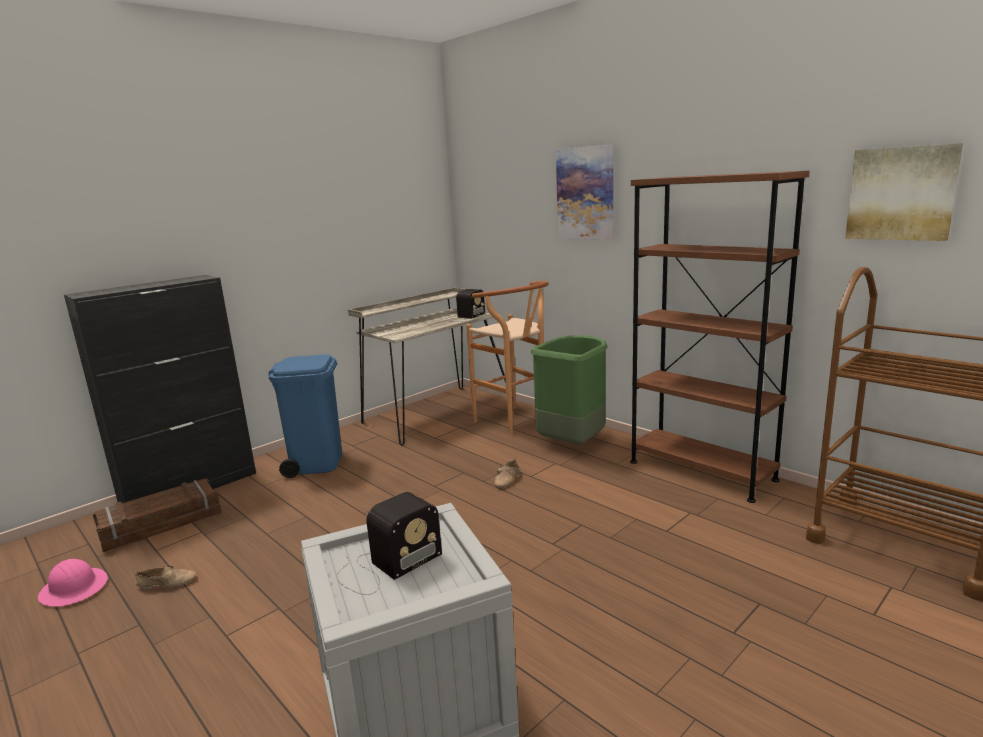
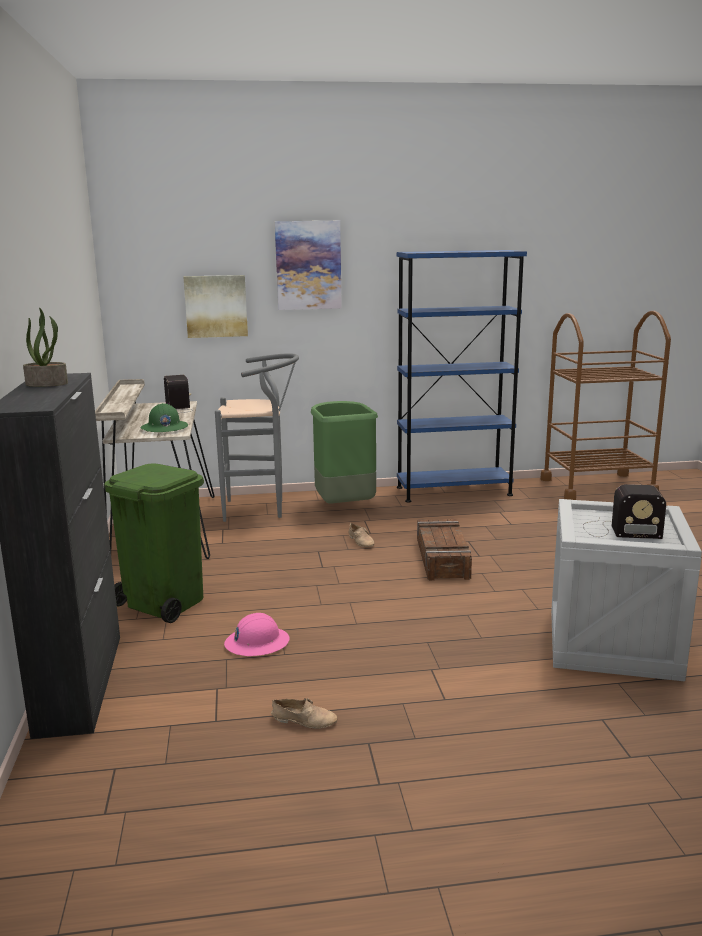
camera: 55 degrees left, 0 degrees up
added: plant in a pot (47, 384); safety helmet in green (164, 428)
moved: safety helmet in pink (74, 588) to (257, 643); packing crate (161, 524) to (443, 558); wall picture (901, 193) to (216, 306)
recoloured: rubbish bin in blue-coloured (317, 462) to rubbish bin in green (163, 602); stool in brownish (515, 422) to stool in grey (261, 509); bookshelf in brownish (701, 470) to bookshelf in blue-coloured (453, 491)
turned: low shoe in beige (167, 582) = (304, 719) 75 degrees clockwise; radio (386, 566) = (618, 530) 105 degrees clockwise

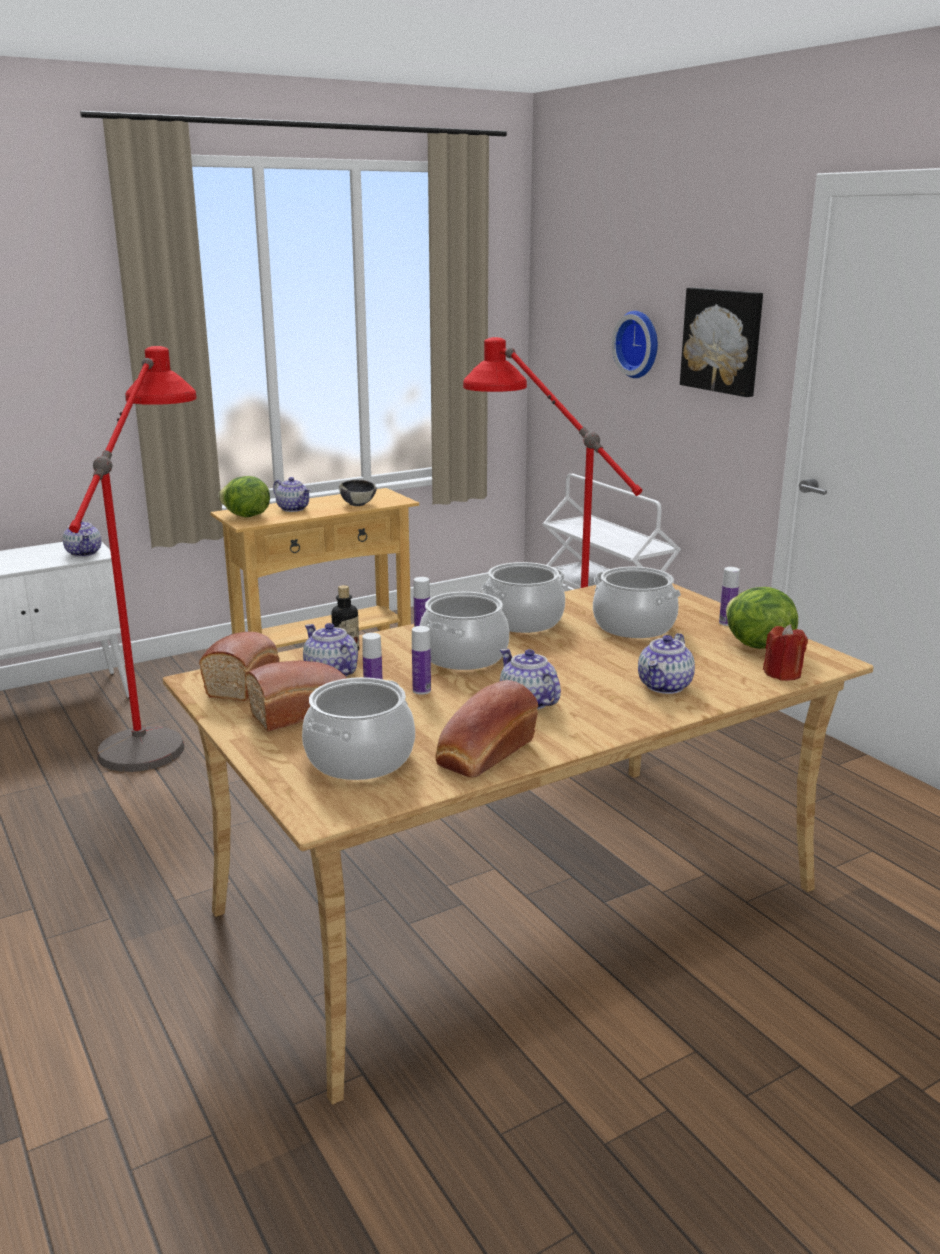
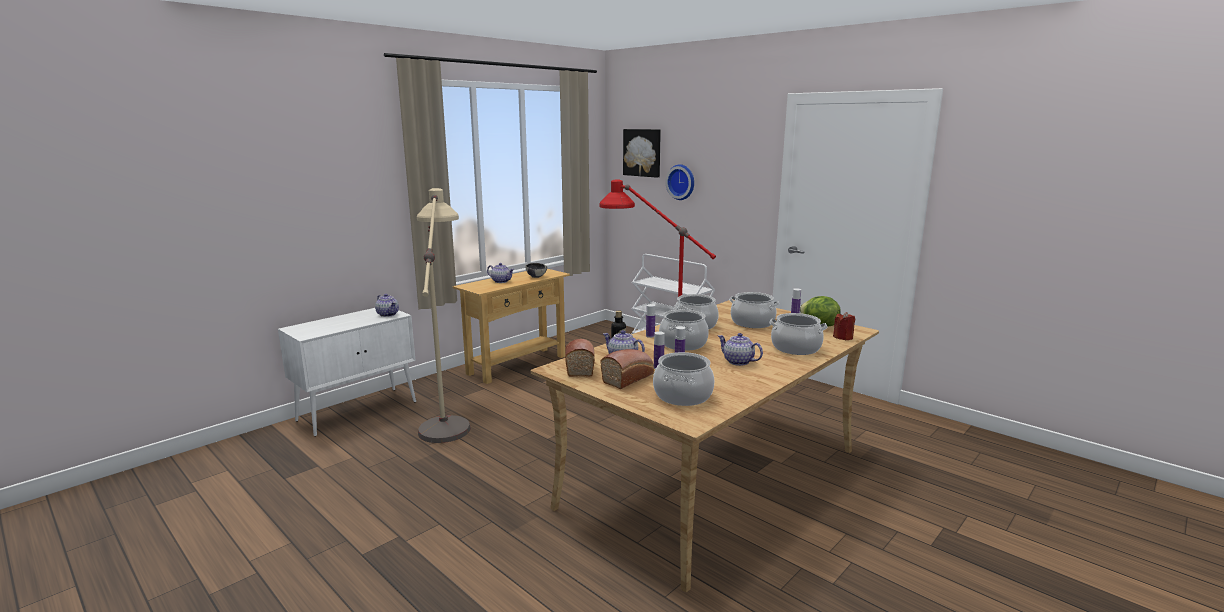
camera: 15 degrees left, 5 degrees down
removed: lettuce head (246, 516); bread (484, 754)
moved: wall picture (723, 340) to (642, 152)
replaced: tea pot (665, 686) to cooking pot (796, 348)
recoloured: standing lamp in red (163, 724) to standing lamp in beige (447, 414)

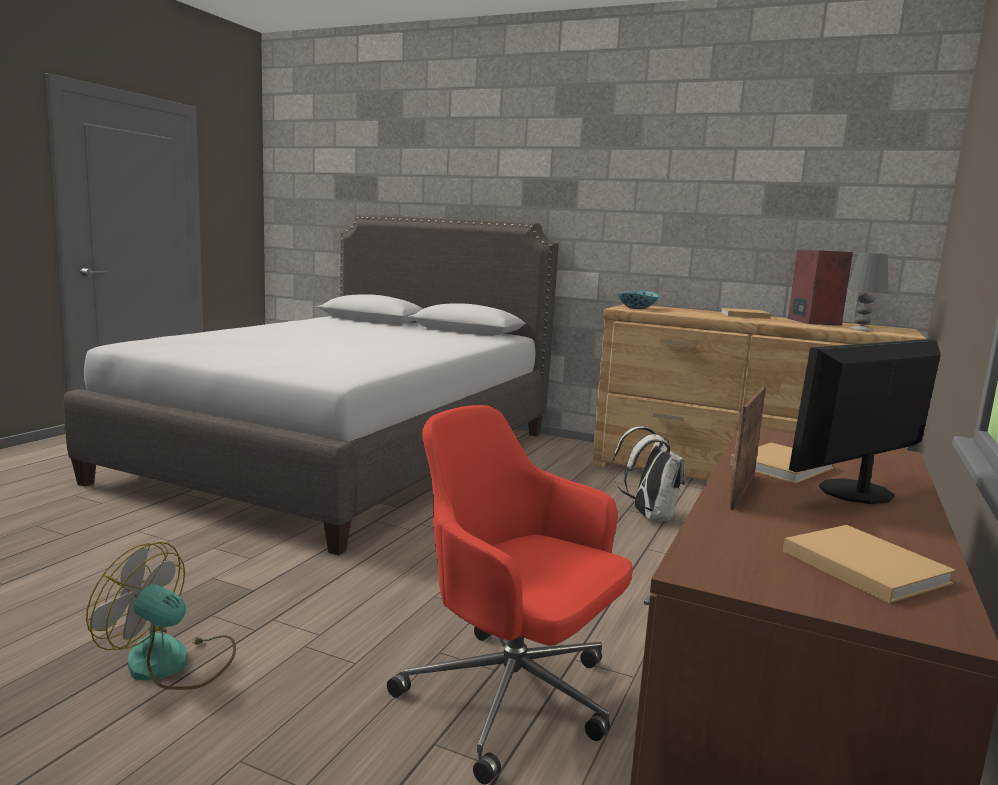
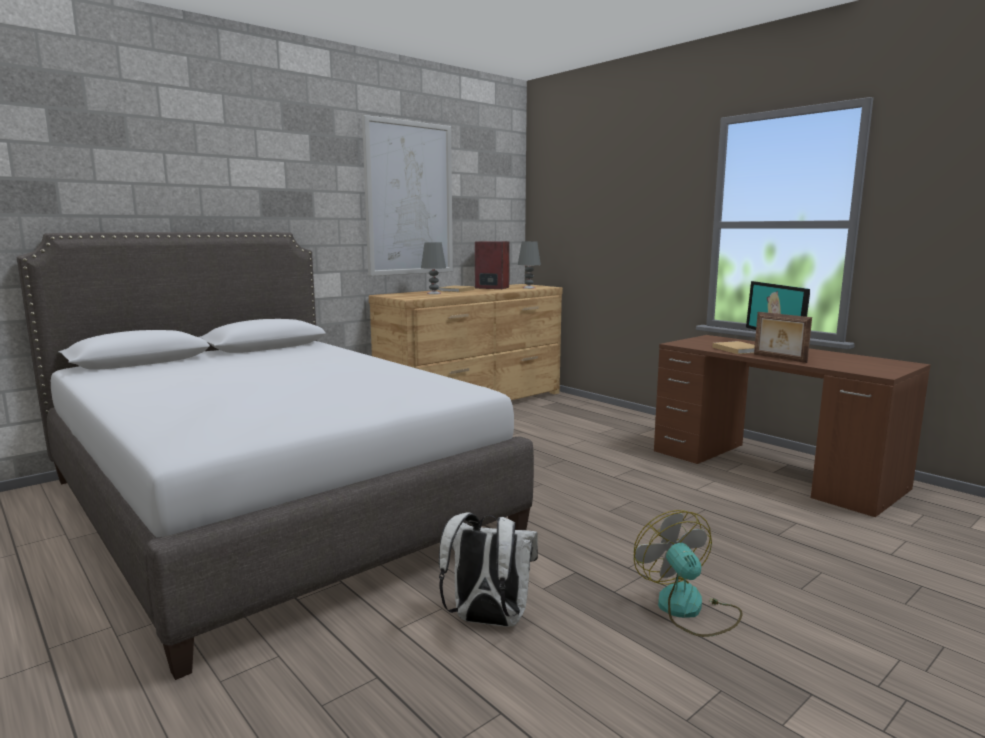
camera: 65 degrees left, 0 degrees up
removed: office chair in red (513, 699); serving bowl (636, 308); book in beige (860, 565)
added: wall picture (409, 199); table lamp in grey (433, 293)
moved: knapsack in white (648, 515) to (487, 621)
turned: electric fan (171, 663) = (688, 609) 120 degrees clockwise

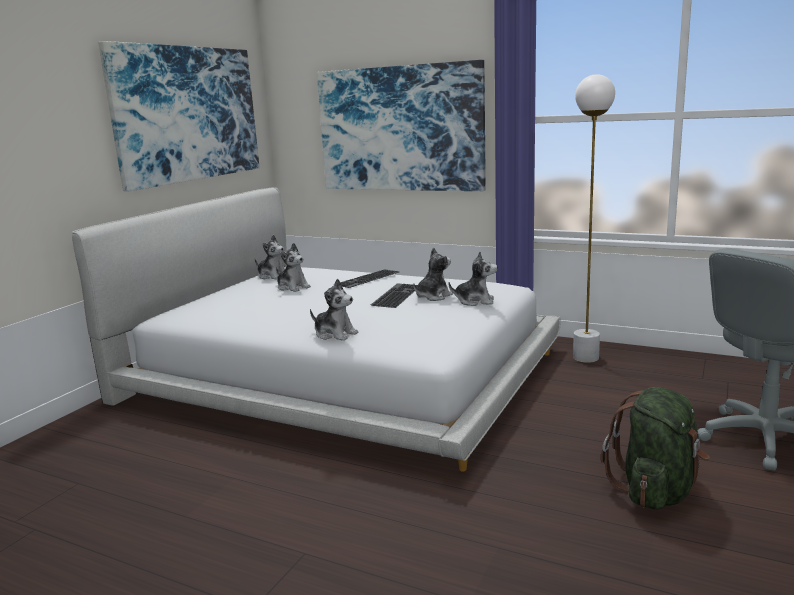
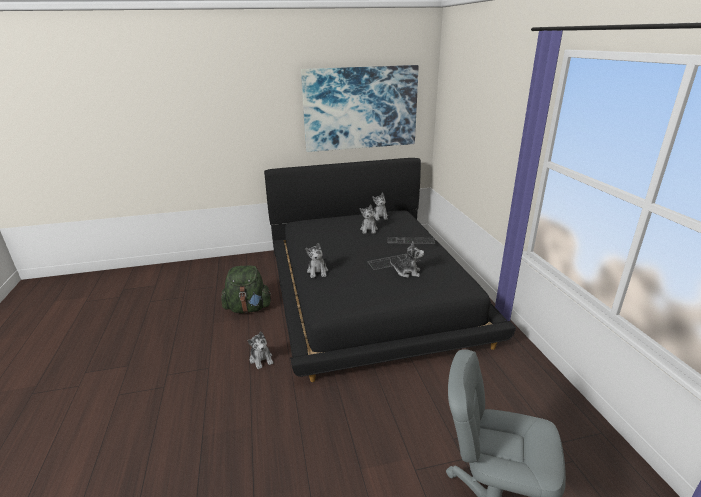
camera: 50 degrees right, 10 degrees up
removed: wall picture (400, 129); standing lamp in white (586, 358)
moved: soft toy (475, 301) to (261, 359); knapsack in green (656, 491) to (248, 308)
recoloured: sleeping bed in white (341, 374) to sleeping bed in black (369, 291)

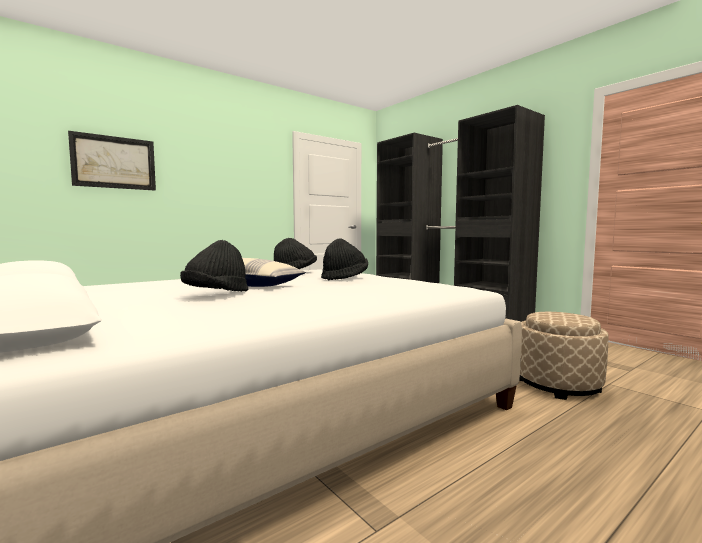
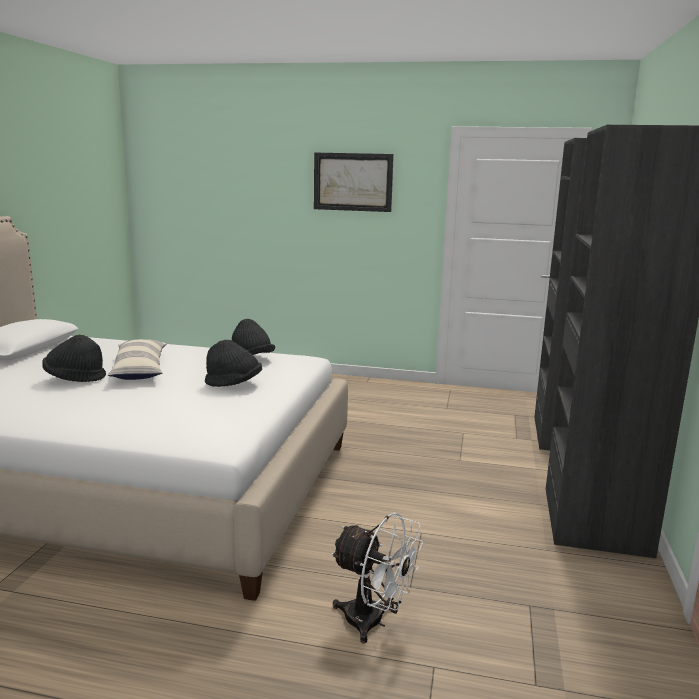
camera: 50 degrees right, 10 degrees up
moved: wall picture (114, 162) to (353, 182)
replaced: pouffe in beige (558, 385) to electric fan in white (373, 622)

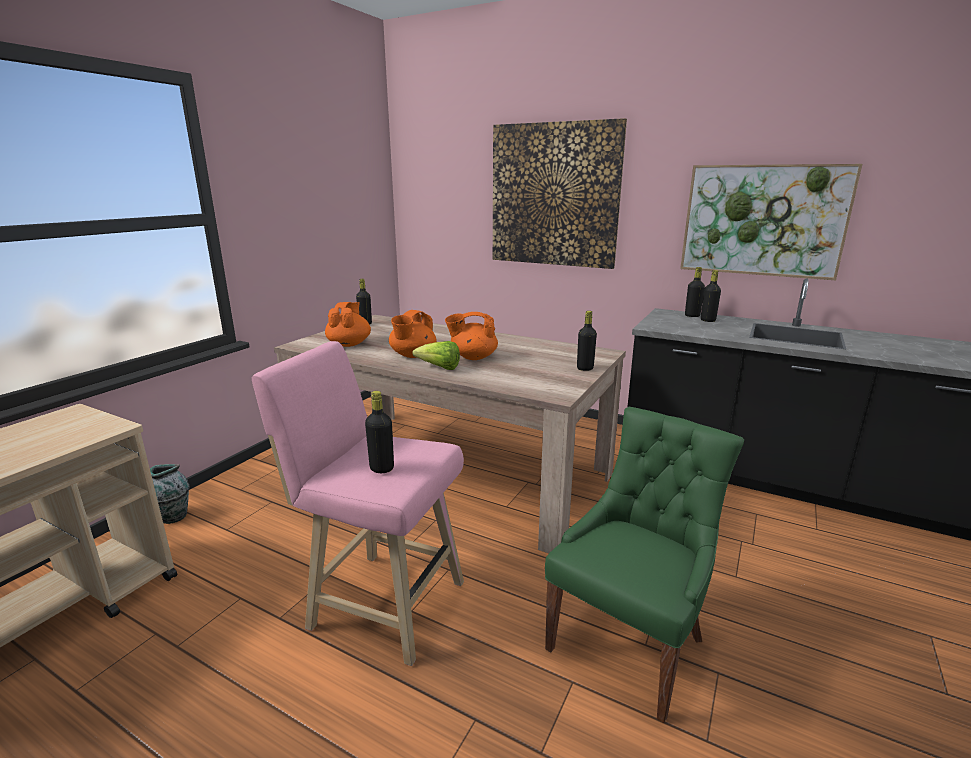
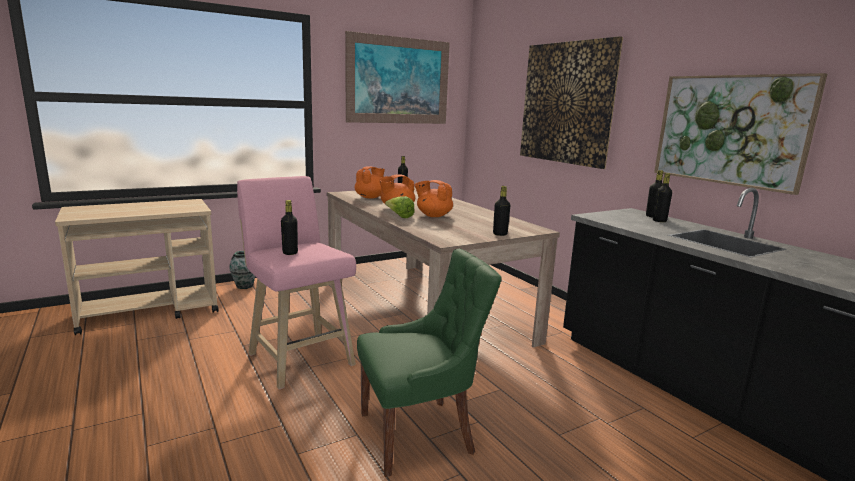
camera: 30 degrees right, 5 degrees down
added: wall picture (398, 81)

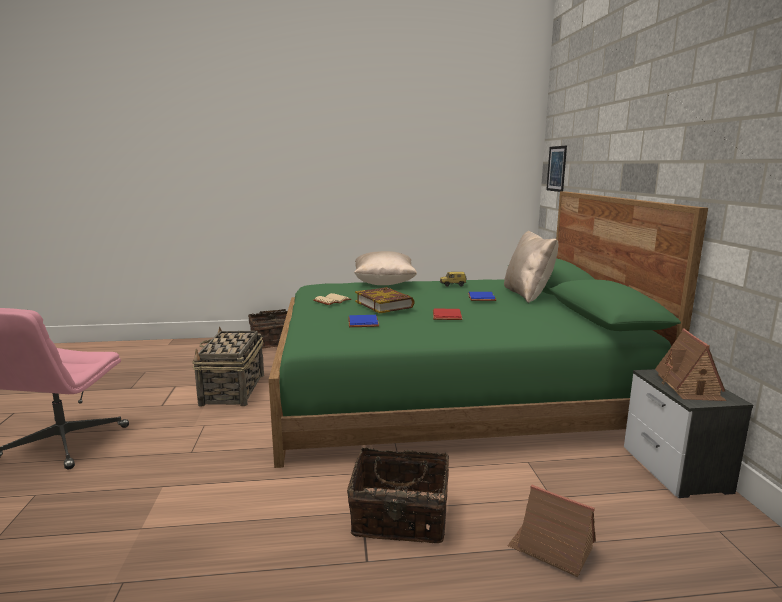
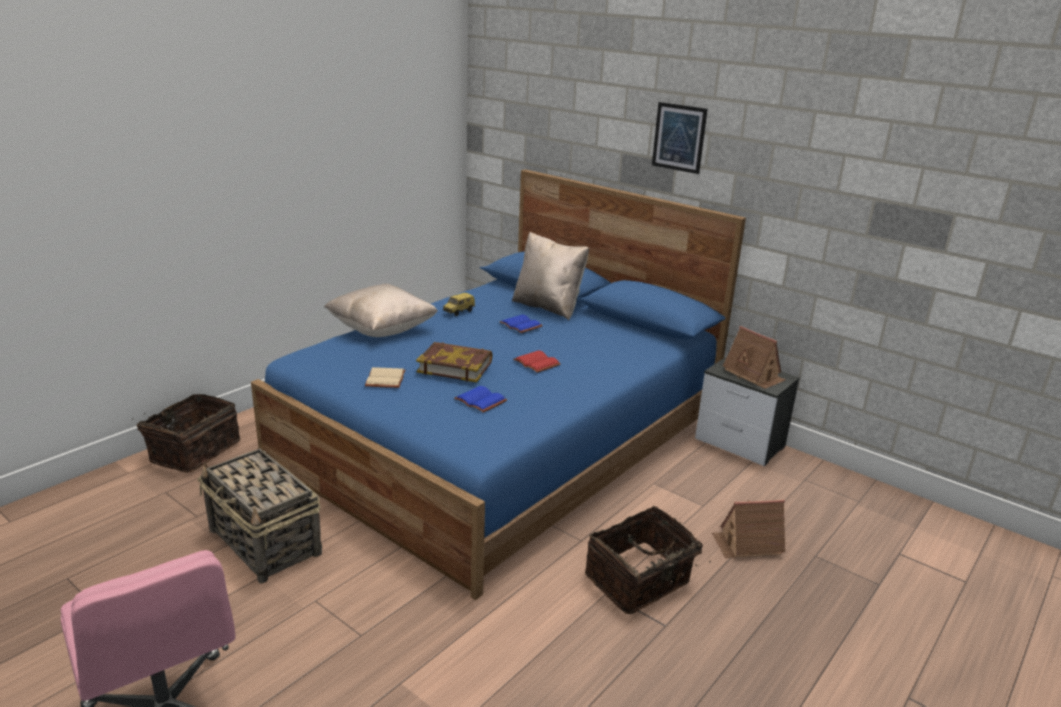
camera: 45 degrees left, 10 degrees up
moved: wall picture (556, 168) to (679, 137)
recoloured: sleeping bed in green (450, 391) to sleeping bed in blue-coloured (504, 439)

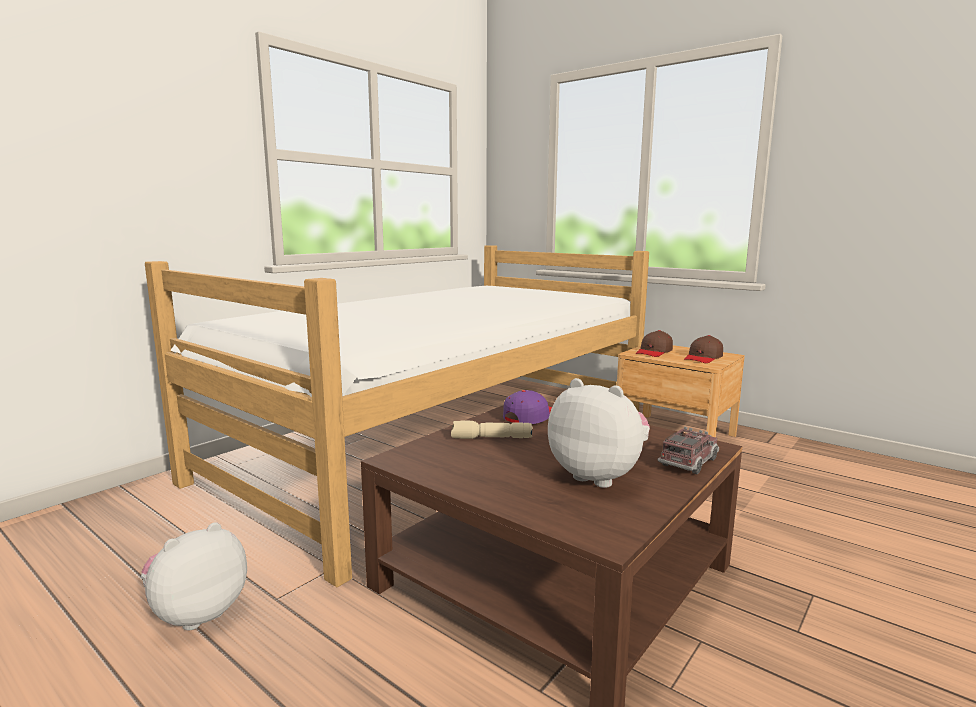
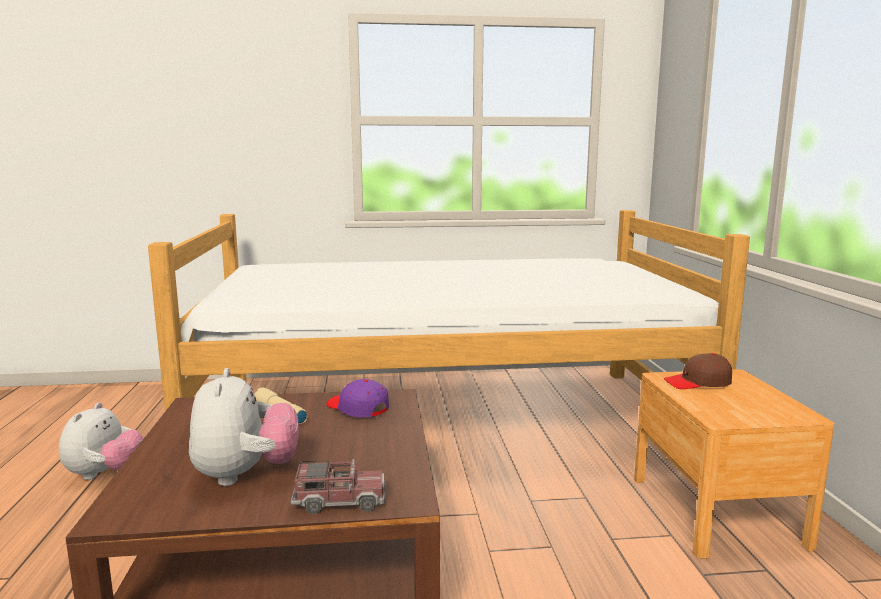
camera: 45 degrees right, 0 degrees up
removed: baseball cap in brownish (703, 358)
turned: soft toy (197, 613) = (104, 474) 105 degrees clockwise; baseball cap in purple-coloured (531, 417) = (357, 408) 135 degrees counterclockwise

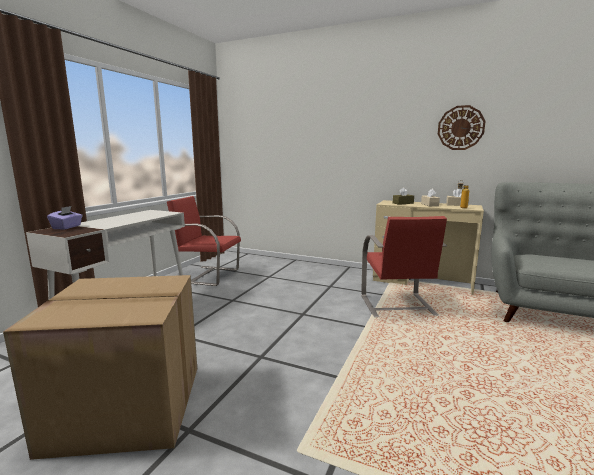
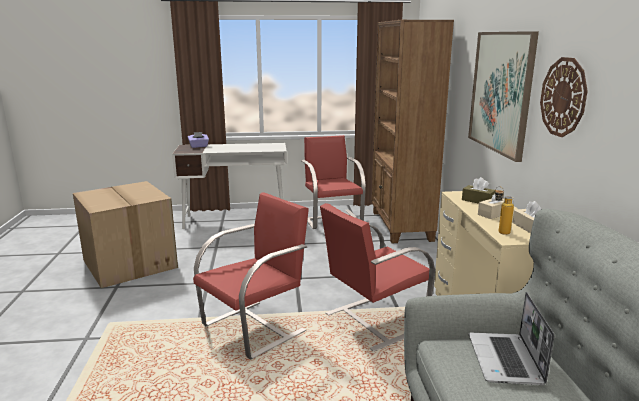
camera: 60 degrees right, 5 degrees up
added: plain chair in red (255, 328); bookshelf in brownish (401, 226); wall picture (501, 92); portable computer (506, 360)

